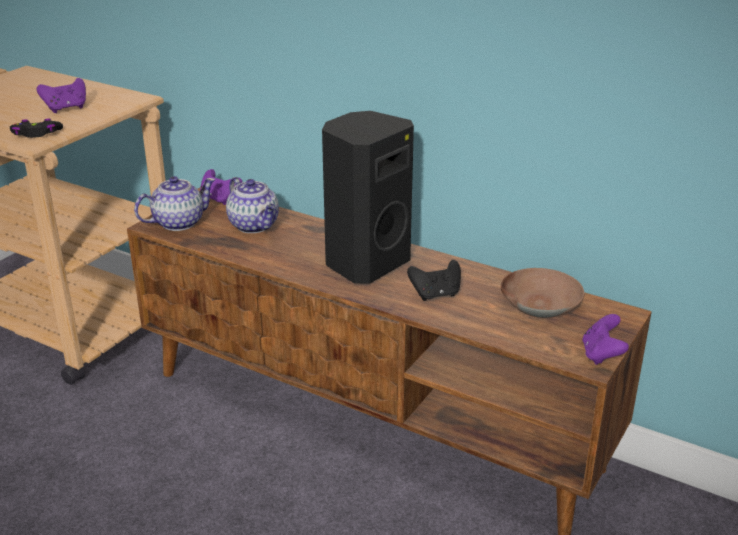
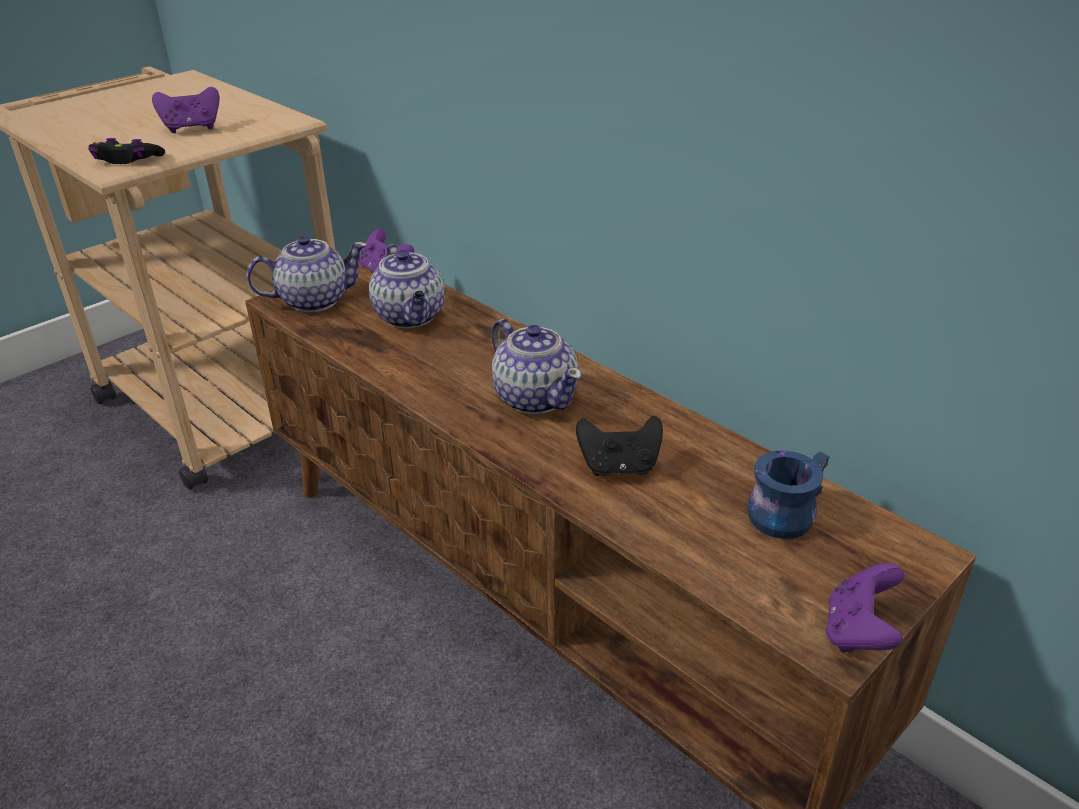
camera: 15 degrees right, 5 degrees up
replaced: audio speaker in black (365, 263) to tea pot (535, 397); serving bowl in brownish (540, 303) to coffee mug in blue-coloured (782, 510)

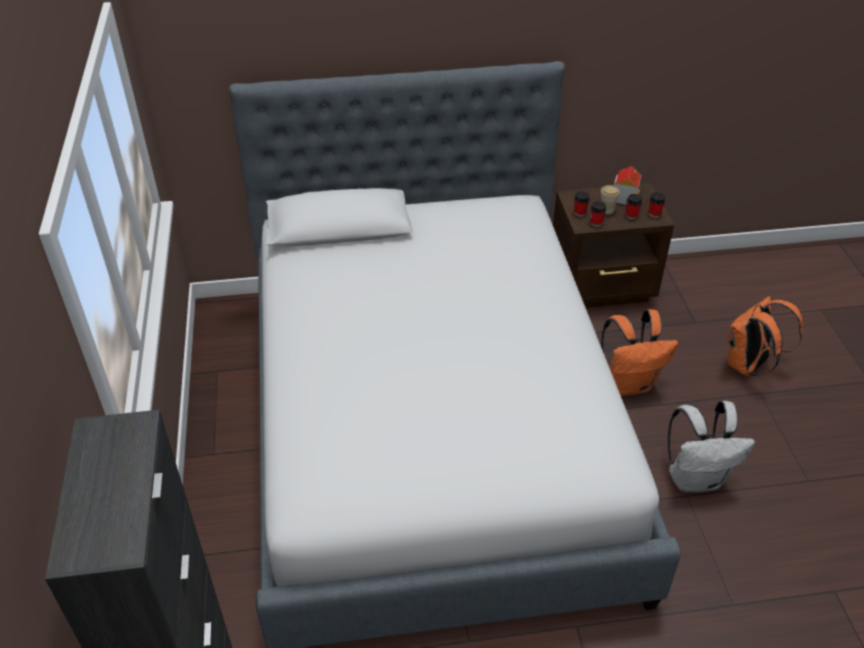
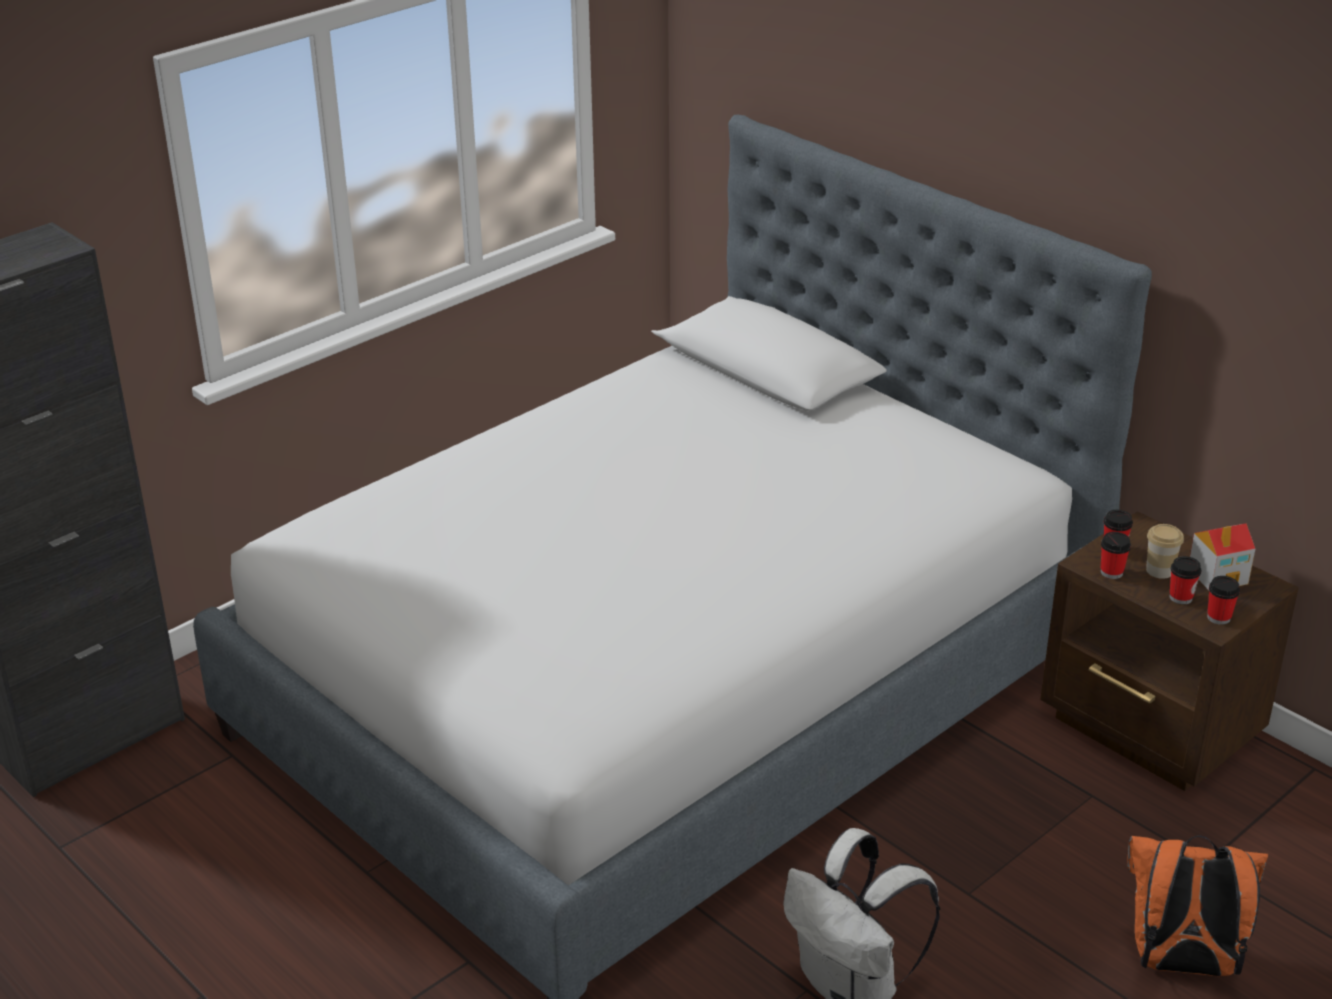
camera: 55 degrees right, 10 degrees down
removed: knapsack in orangey (629, 383)

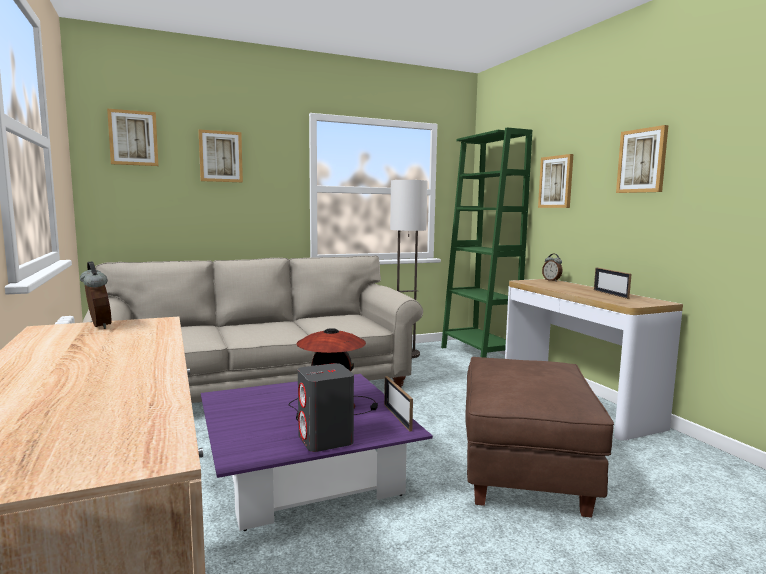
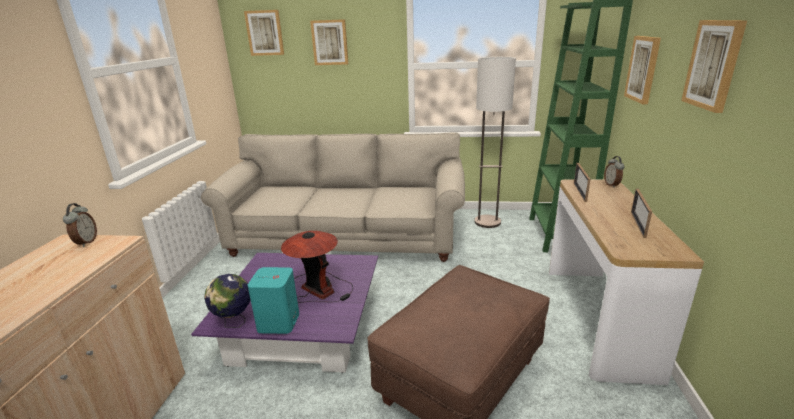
camera: 30 degrees right, 15 degrees up
added: globe (234, 323)
moved: photo frame (397, 417) to (580, 192)
recoloured: audio speaker in grey (325, 440) to audio speaker in blue-green (278, 323)

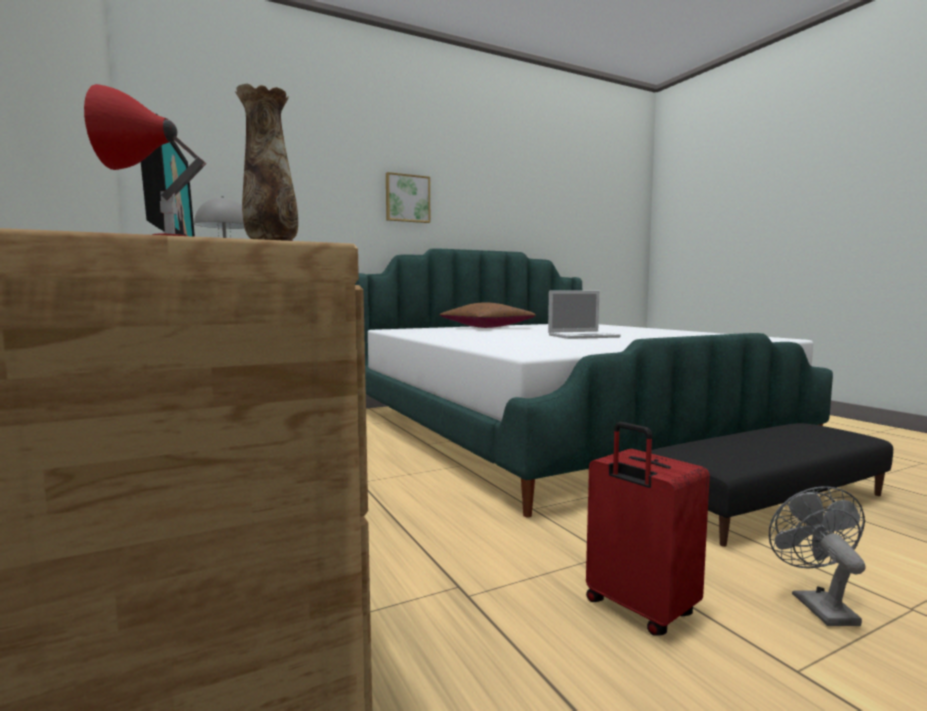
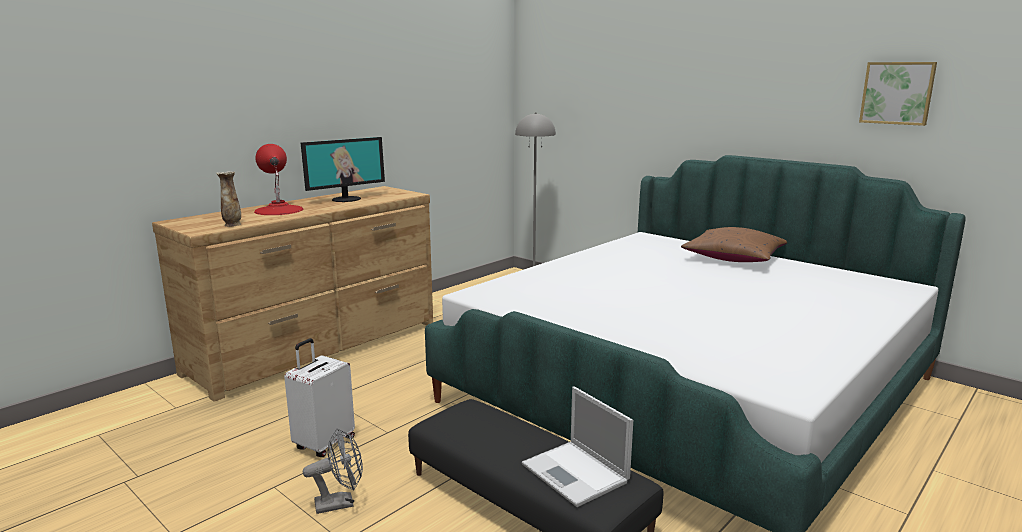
camera: 70 degrees right, 10 degrees up
moved: wall picture (407, 198) to (897, 93); portable computer (584, 336) to (576, 474)
recoloured: piece of luggage in red (638, 610) to piece of luggage in white (324, 443)

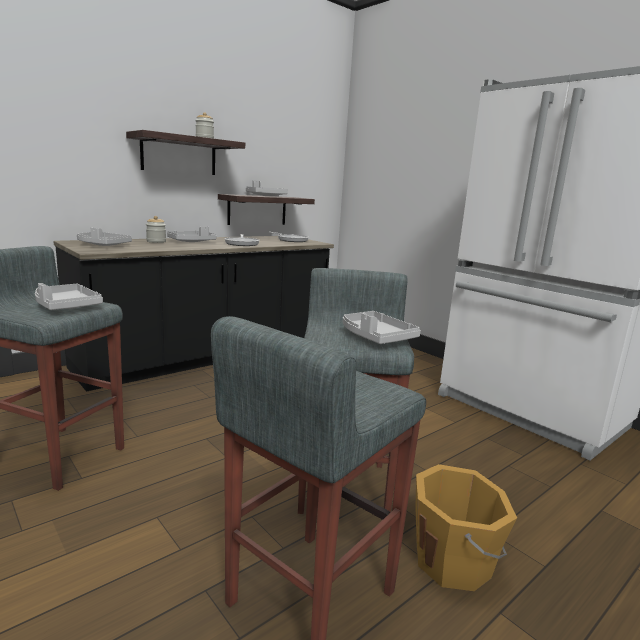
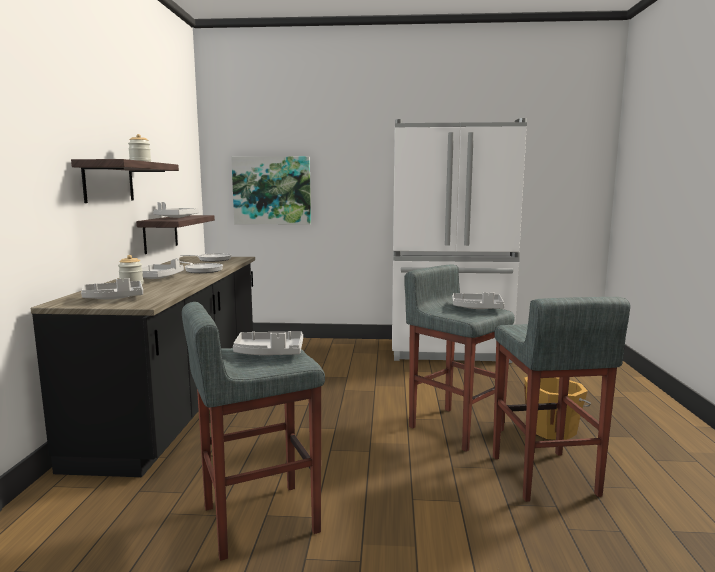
camera: 45 degrees left, 5 degrees down
added: wall picture (272, 190)

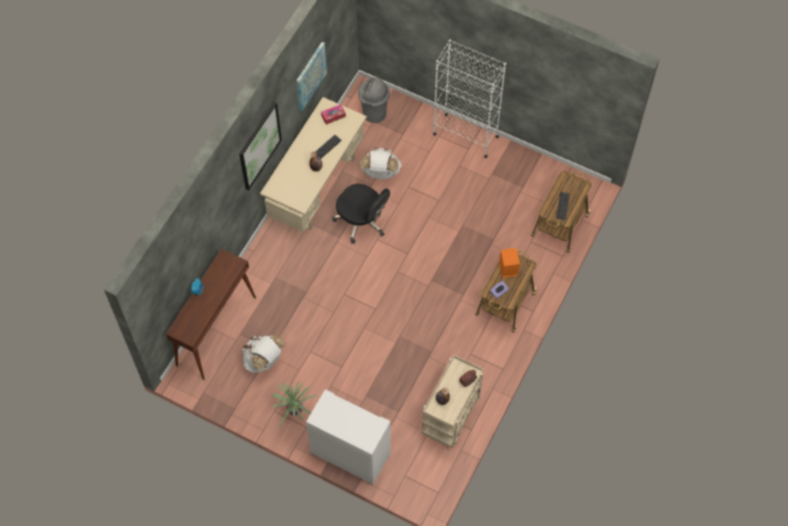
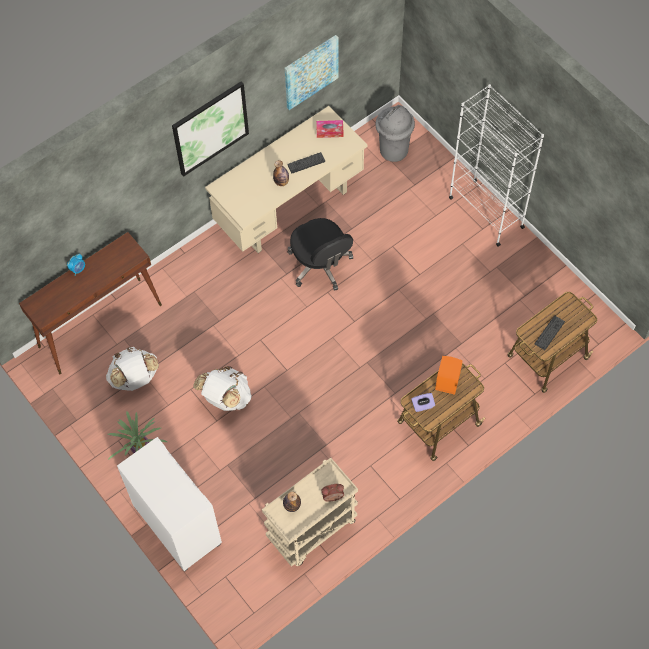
camera: 25 degrees right, 0 degrees up
moved: knapsack in white (380, 172) to (225, 398)

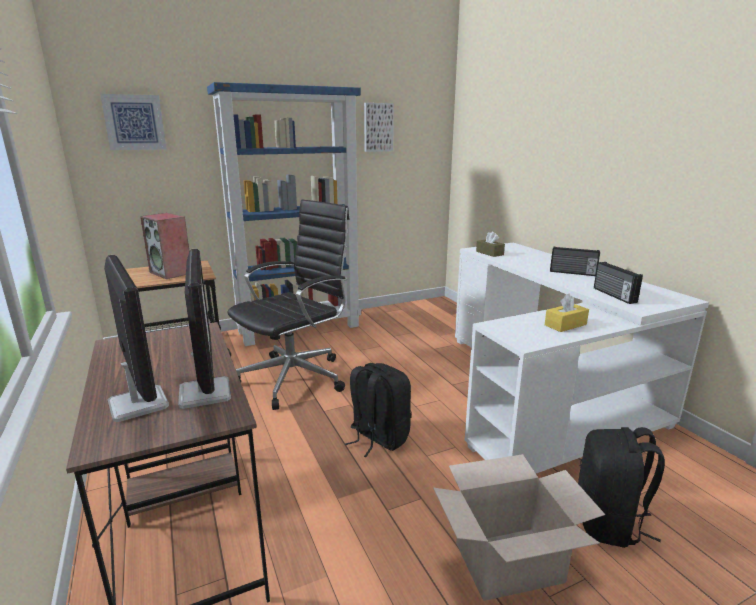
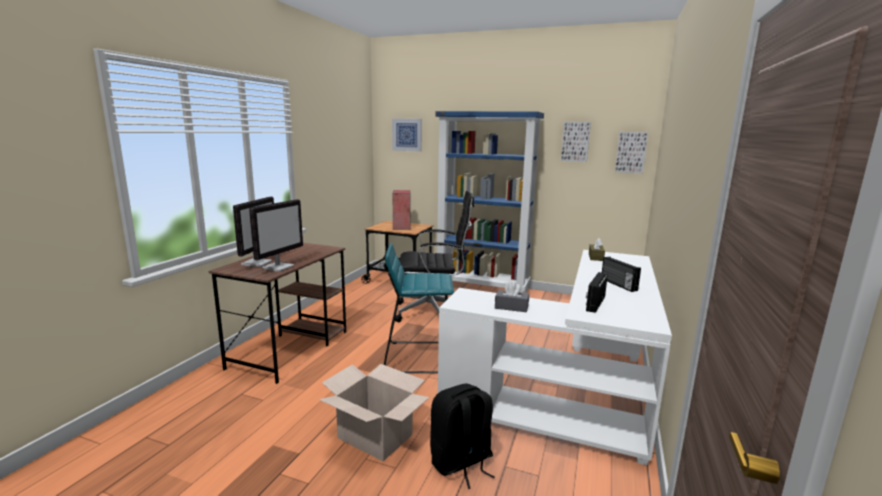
camera: 45 degrees right, 5 degrees down
added: wall picture (631, 152)
replaced: knapsack in black (378, 438) to stool in blue-green (420, 357)
recoloured: tissue holder in yellow-coloured (565, 325) to tissue holder in grey (511, 307)

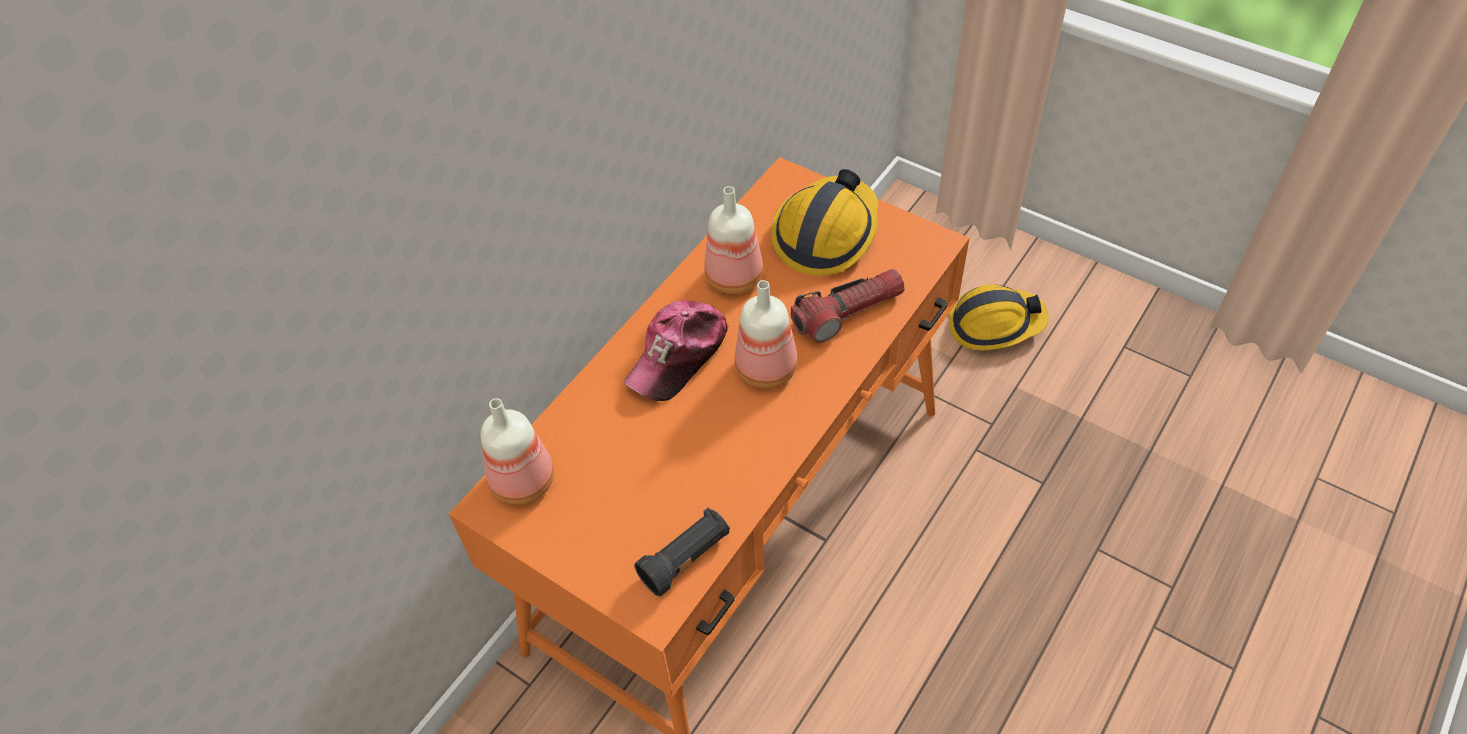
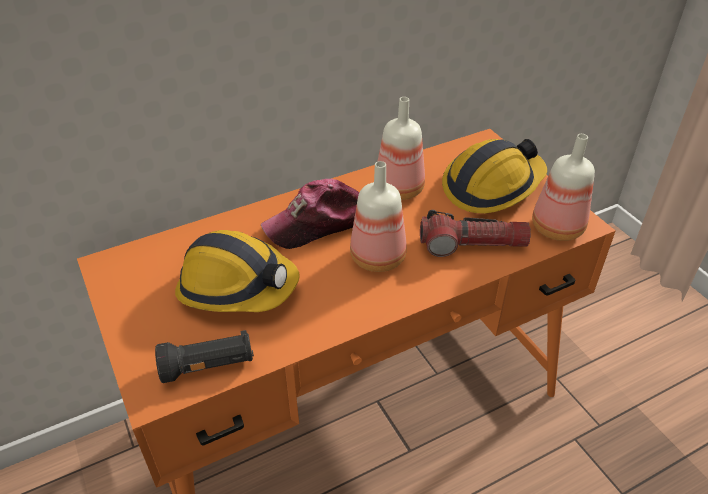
camera: 25 degrees right, 10 degrees down
moved: bottle (521, 481) to (555, 227); safety helmet (994, 324) to (237, 286)

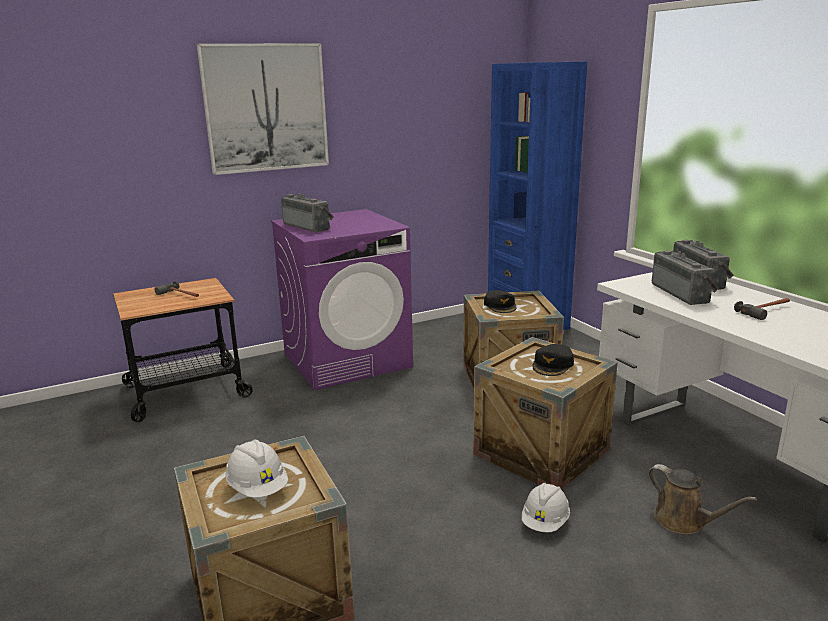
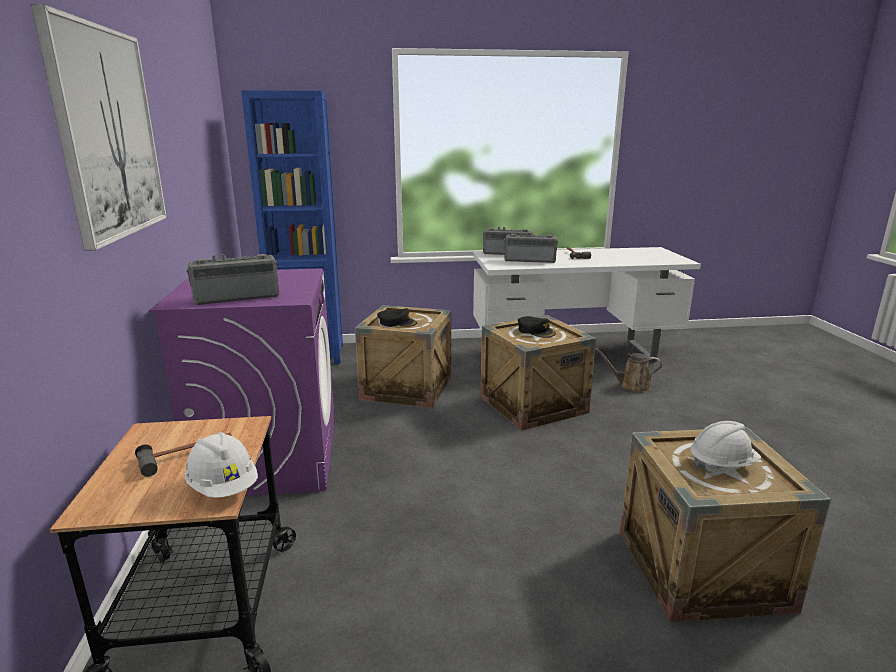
camera: 70 degrees left, 0 degrees up
moved: safety helmet in white (545, 522) to (223, 487)
turned: sprinkling can in brownish (683, 521) = (631, 386) 150 degrees counterclockwise

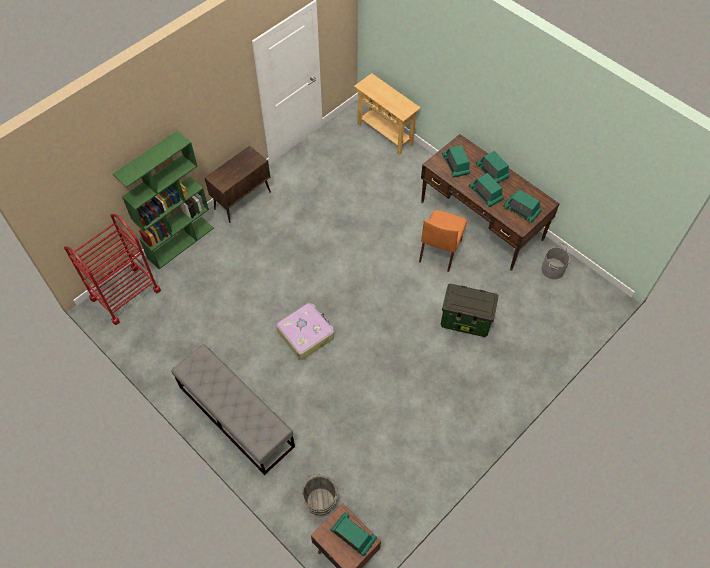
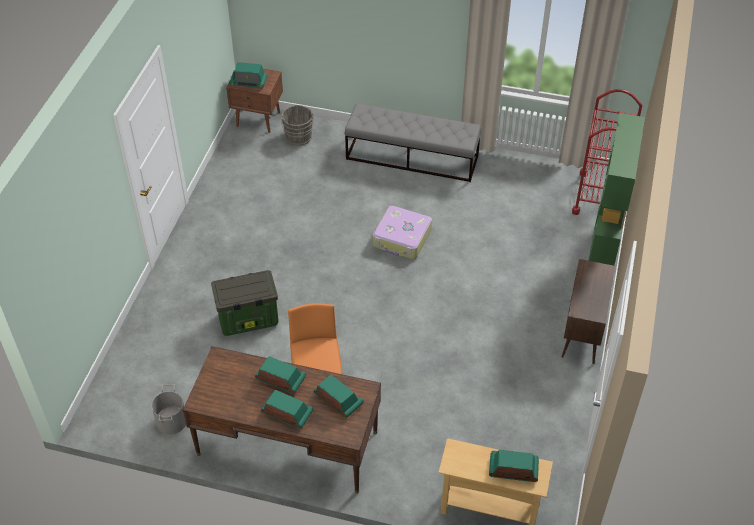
camera: 150 degrees right, 10 degrees down
moved: radio (521, 210) to (513, 469)

